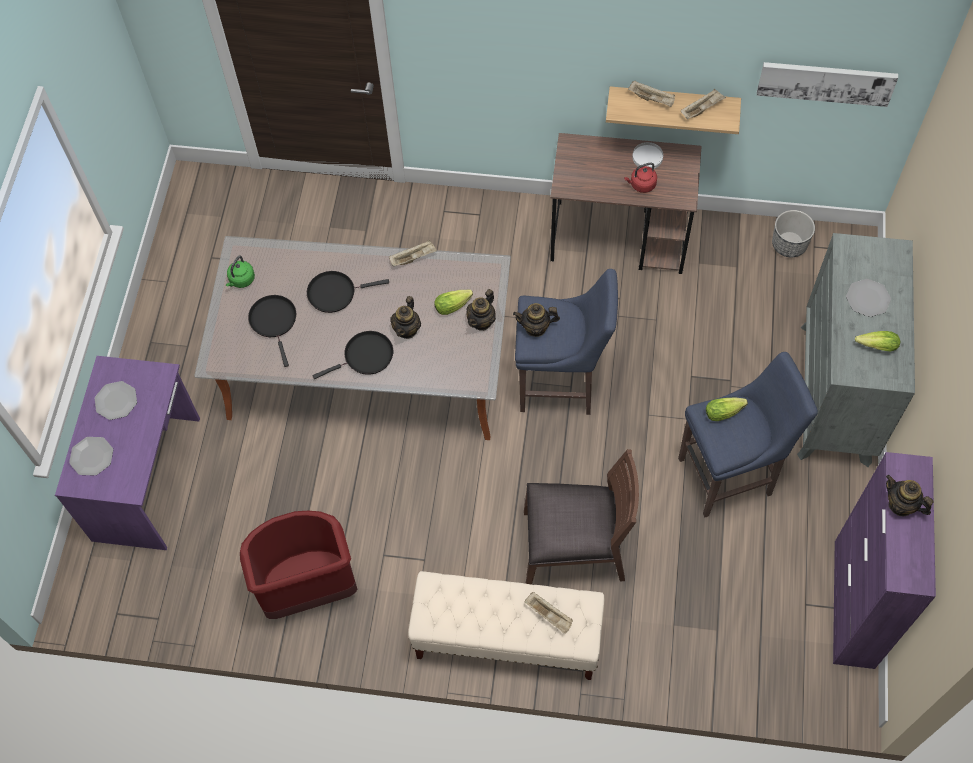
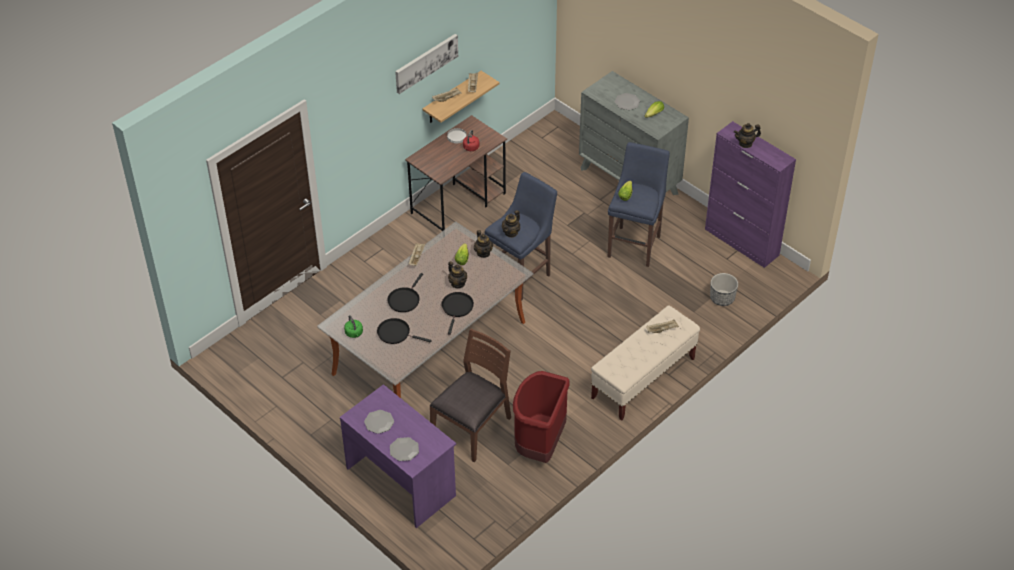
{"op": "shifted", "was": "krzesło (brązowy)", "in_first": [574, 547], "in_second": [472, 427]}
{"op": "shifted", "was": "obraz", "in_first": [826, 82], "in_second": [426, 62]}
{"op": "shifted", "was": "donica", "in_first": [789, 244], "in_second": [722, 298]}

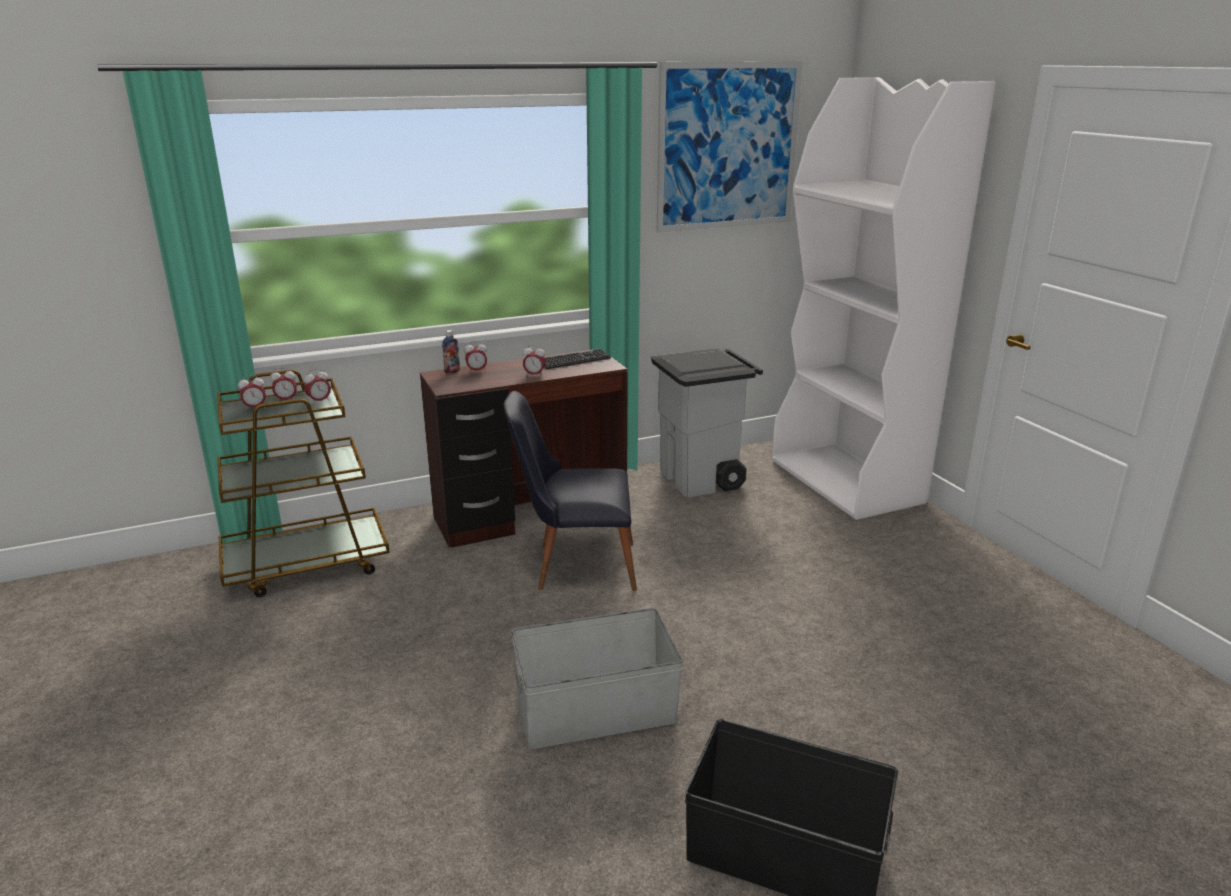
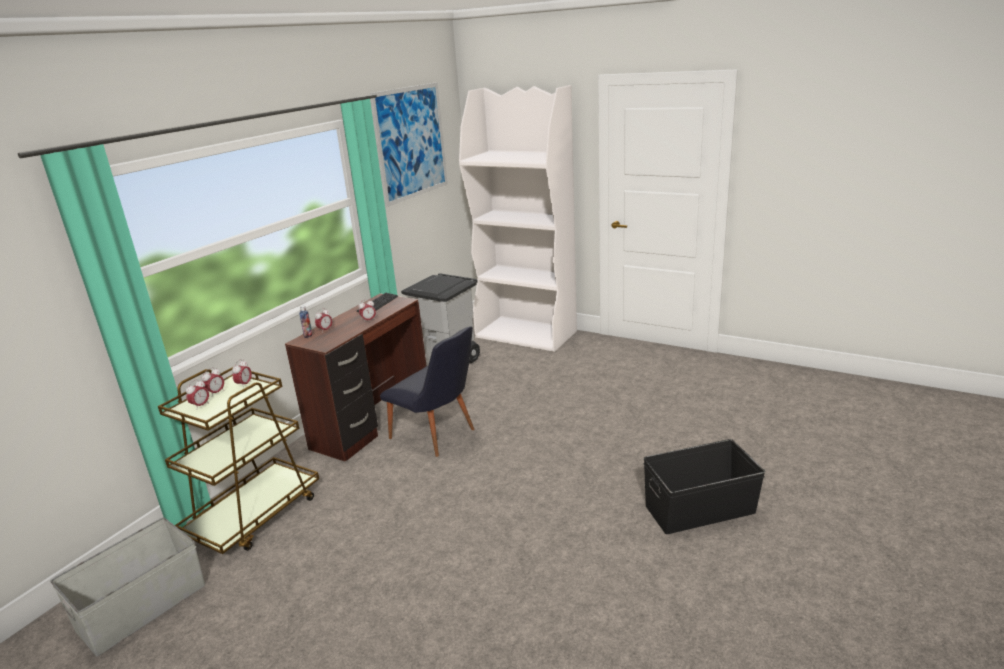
{"op": "rotated", "was": "krzesło (czarny)", "in_first": [574, 565], "in_second": [438, 436], "clockwise": -105}
{"op": "shifted", "was": "pojemnik do przechowywania (szary)", "in_first": [597, 713], "in_second": [143, 607]}

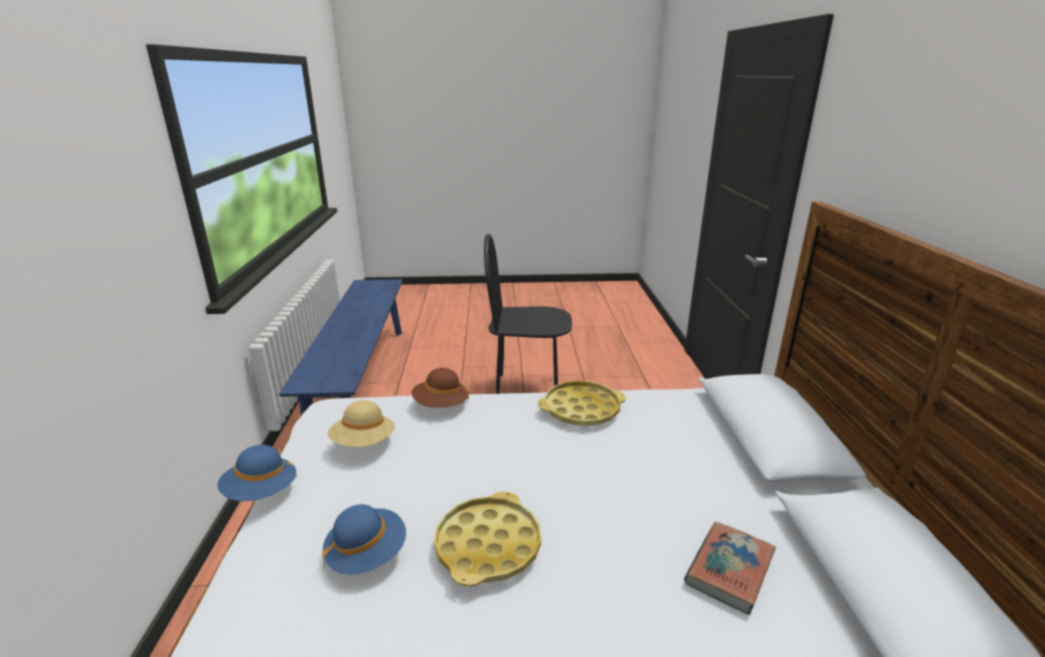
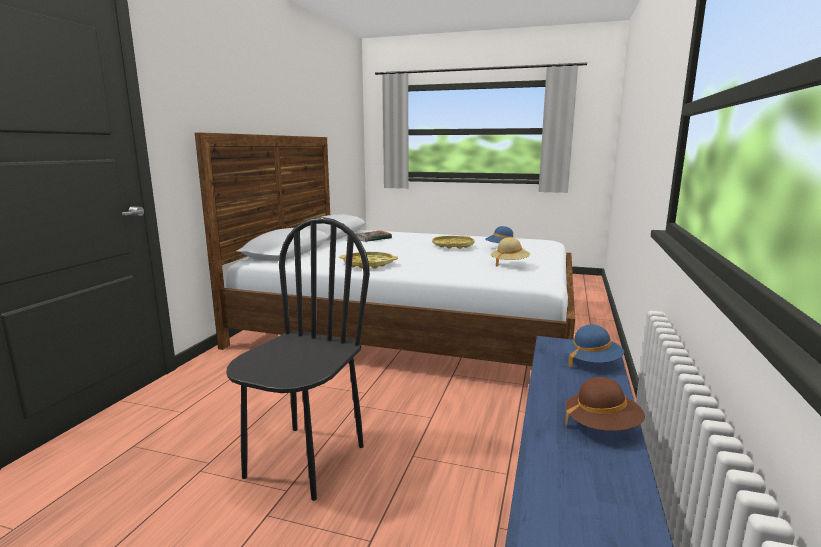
{"op": "shifted", "was": "kapelusz (niebieski)", "in_first": [261, 492], "in_second": [591, 362]}
{"op": "shifted", "was": "kapelusz (brązowy)", "in_first": [441, 405], "in_second": [602, 426]}
{"op": "rotated", "was": "krzesło (czarny)", "in_first": [527, 389], "in_second": [304, 461], "clockwise": -90}

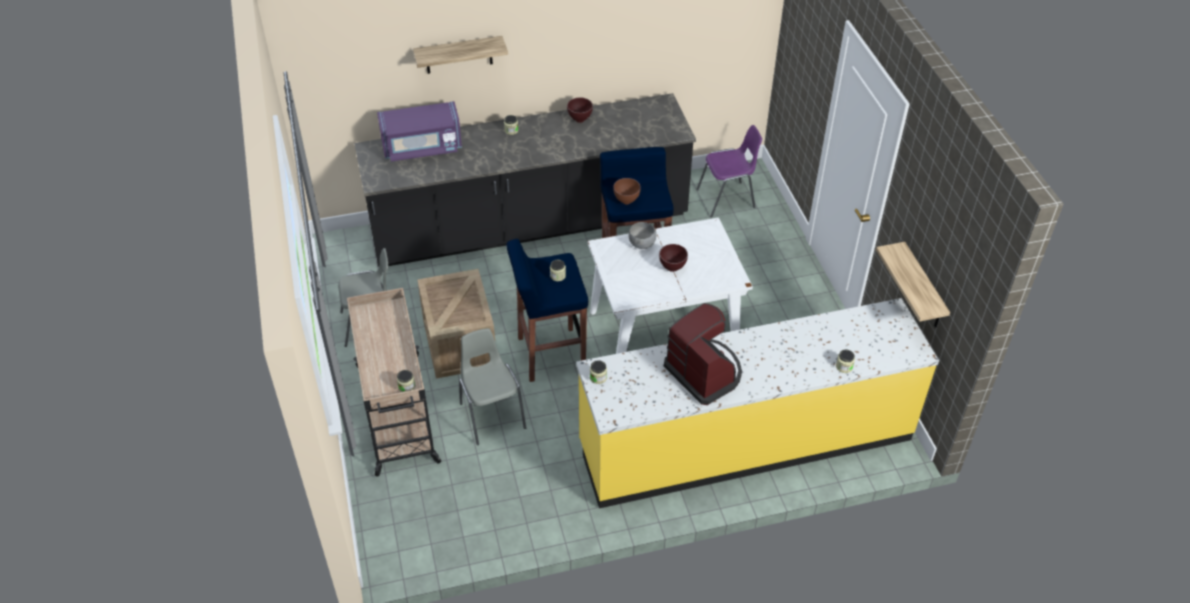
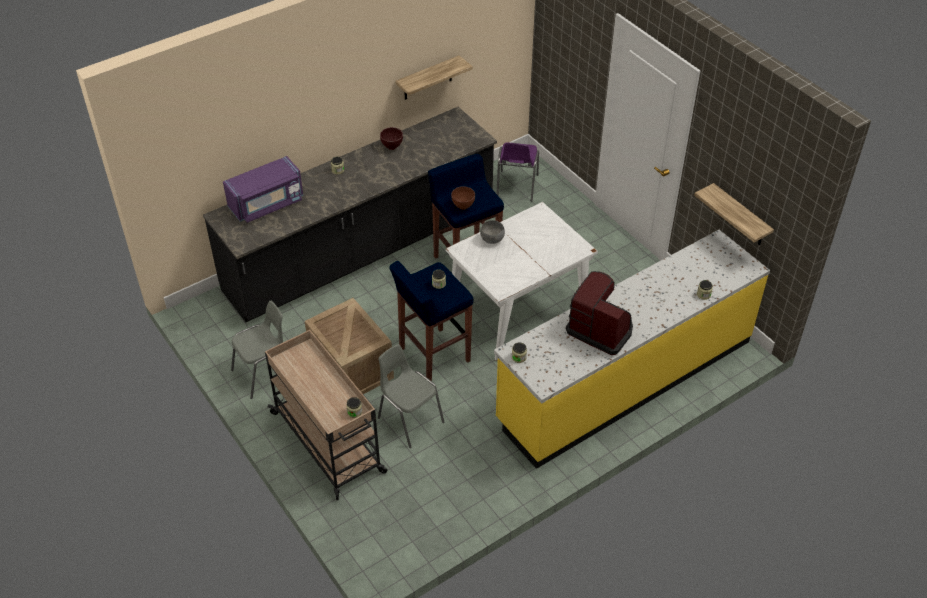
{"op": "shifted", "was": "półka", "in_first": [459, 55], "in_second": [427, 78]}
{"op": "gone", "was": "miska (brązowy)", "in_first": [672, 268]}
{"op": "rotated", "was": "krzesło (fioletowy)", "in_first": [727, 199], "in_second": [516, 187], "clockwise": 135}

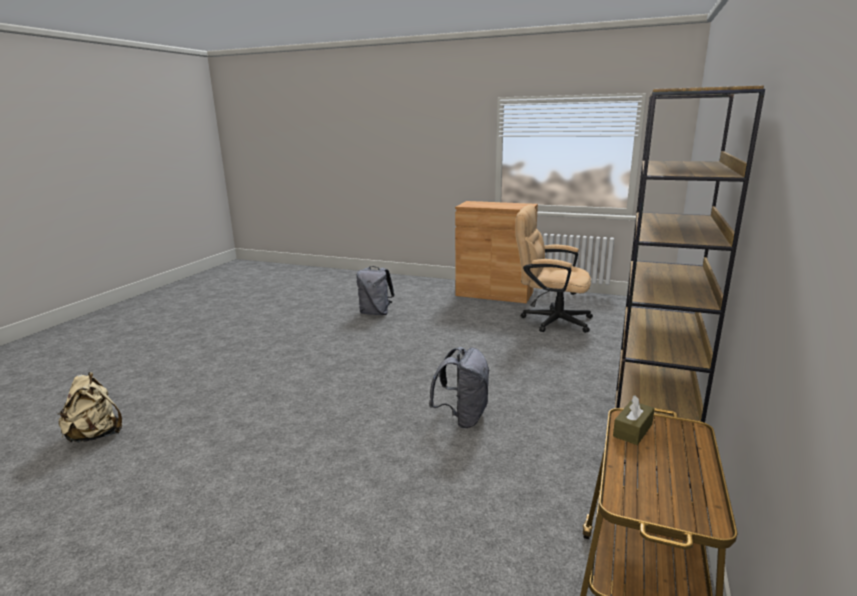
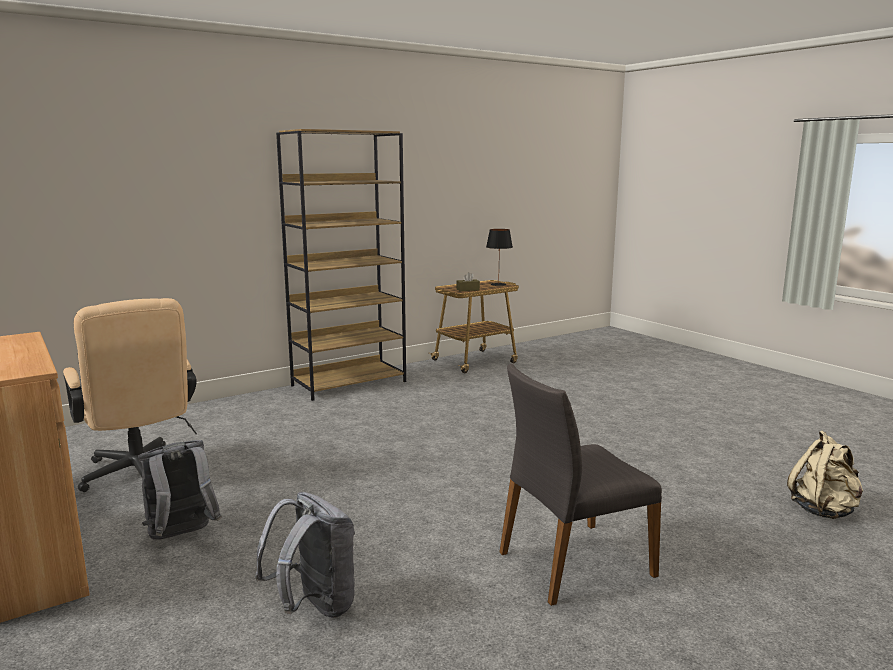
{"op": "shifted", "was": "plecak (szary)", "in_first": [462, 417], "in_second": [182, 536]}
{"op": "new", "now": "lampa stołowa (czarny)", "in_second": [498, 284]}
{"op": "new", "now": "krzesło (szary)", "in_second": [573, 563]}

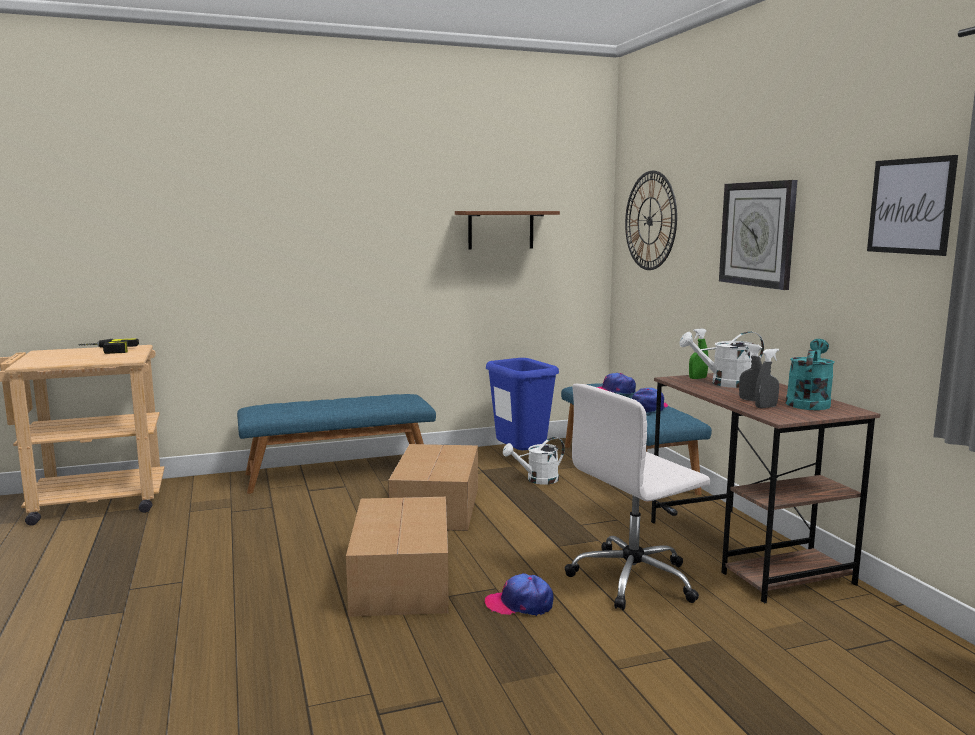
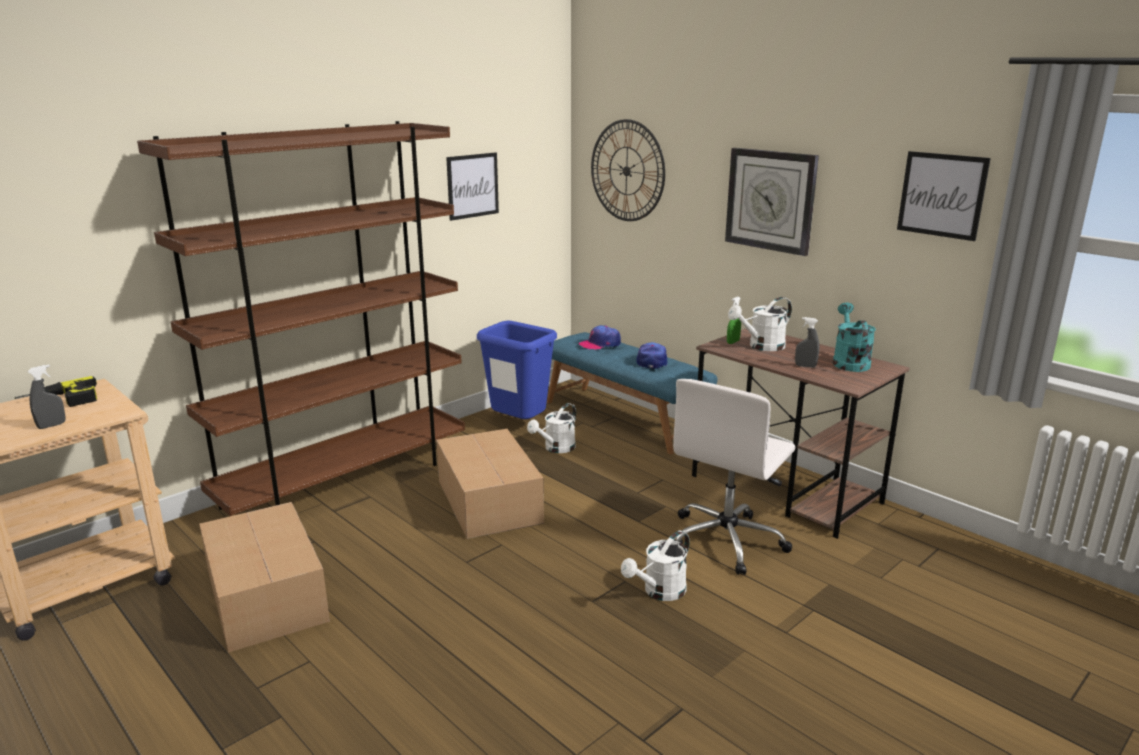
{"op": "swapped", "was": "ławka (niebieski)", "now": "regał (brązowy)", "in_first": [339, 473], "in_second": [346, 480]}
{"op": "shifted", "was": "karton", "in_first": [400, 580], "in_second": [265, 597]}
{"op": "swapped", "was": "półka (brązowy)", "now": "obraz", "in_first": [501, 230], "in_second": [472, 186]}
{"op": "swapped", "was": "czapka z daszkiem", "now": "konewka (biały)", "in_first": [519, 604], "in_second": [659, 592]}
{"op": "shifted", "was": "spryskiwacz (szary)", "in_first": [766, 407], "in_second": [51, 425]}

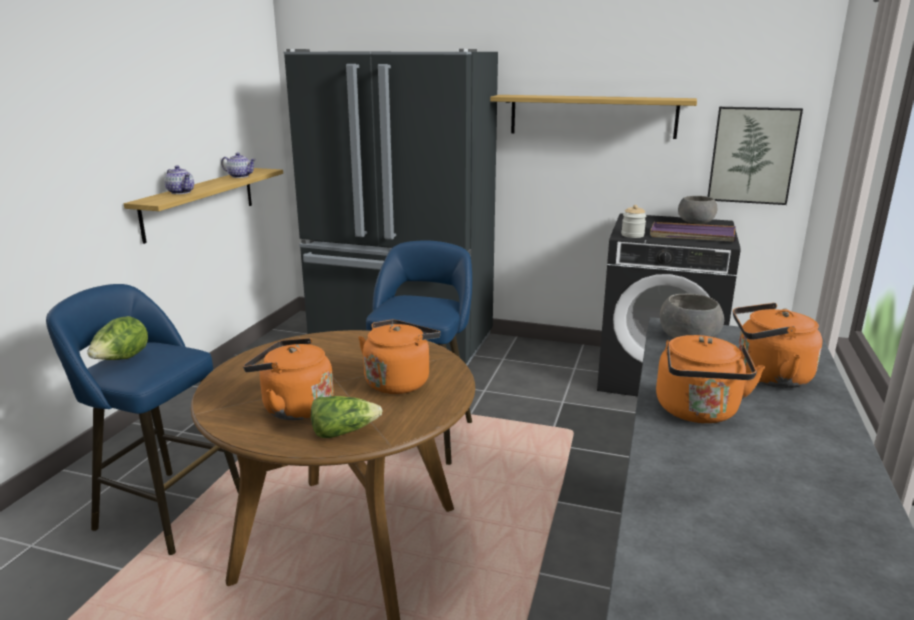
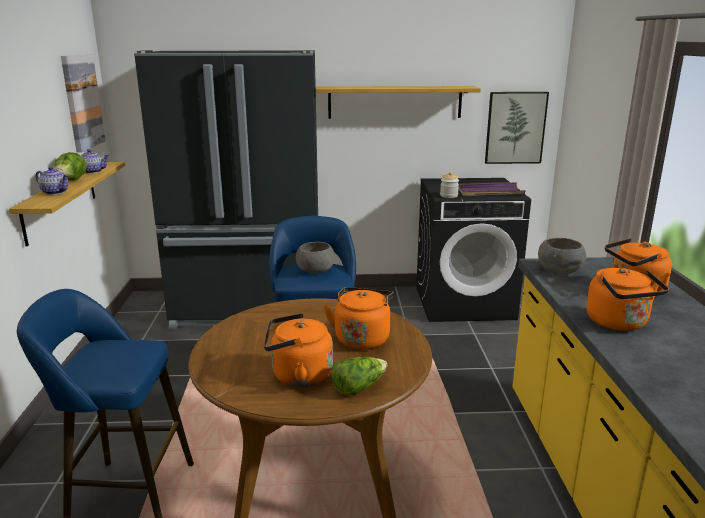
{"op": "shifted", "was": "sałata", "in_first": [121, 360], "in_second": [71, 181]}
{"op": "shifted", "was": "miska (szary)", "in_first": [695, 222], "in_second": [315, 270]}
{"op": "new", "now": "obraz", "in_second": [82, 101]}

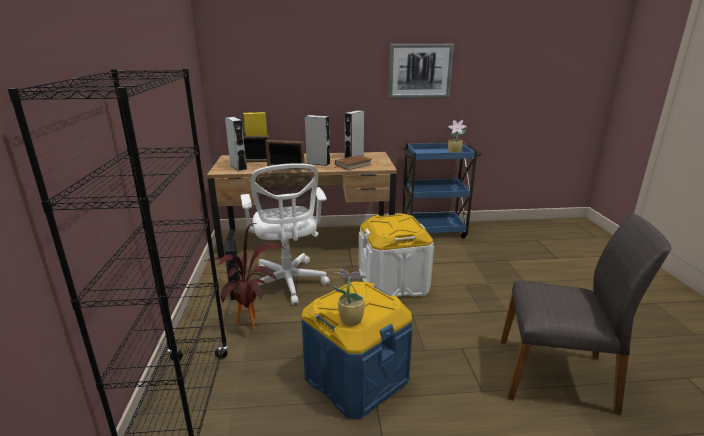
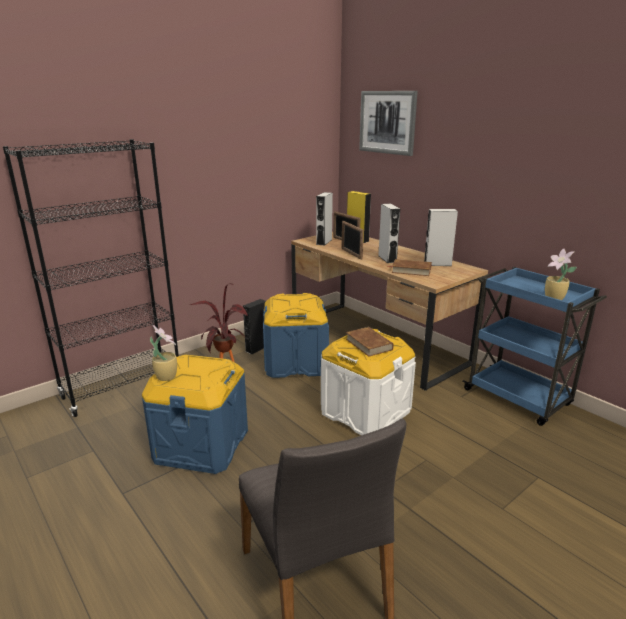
{"op": "swapped", "was": "krzesło biurowe (biały)", "now": "pojemnik do przechowywania (niebieski)", "in_first": [288, 284], "in_second": [295, 363]}
{"op": "shifted", "was": "obraz", "in_first": [420, 71], "in_second": [387, 122]}
{"op": "new", "now": "książka (brązowy)", "in_second": [369, 344]}

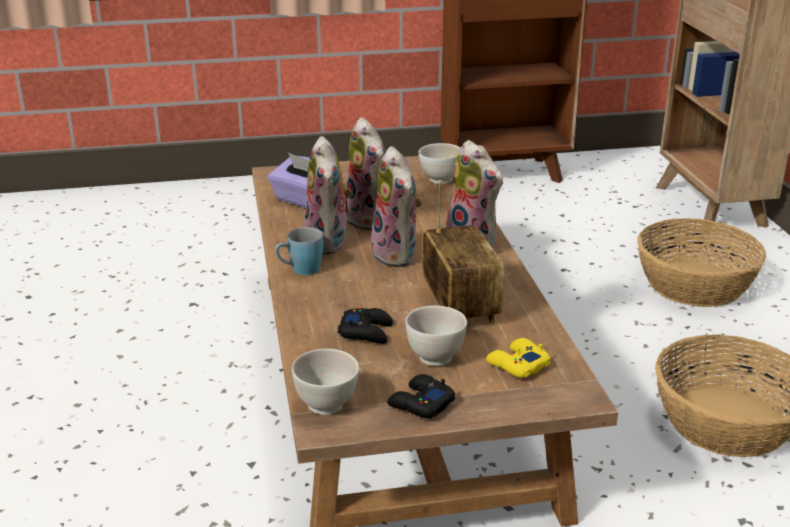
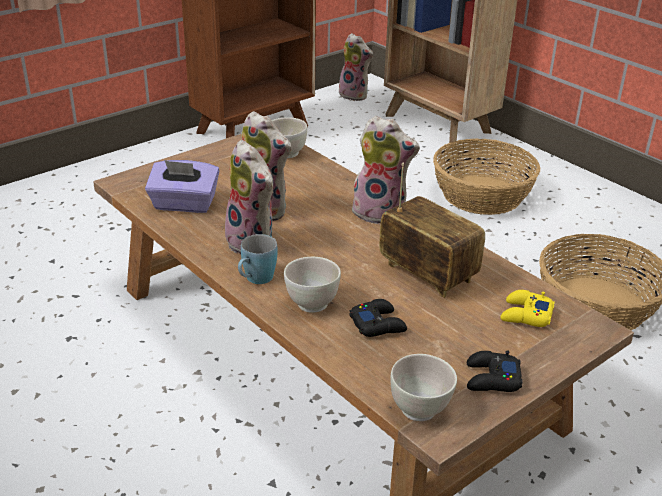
{"op": "shifted", "was": "pluszak", "in_first": [398, 255], "in_second": [355, 95]}
{"op": "shifted", "was": "miska (biały)", "in_first": [435, 357], "in_second": [311, 304]}

